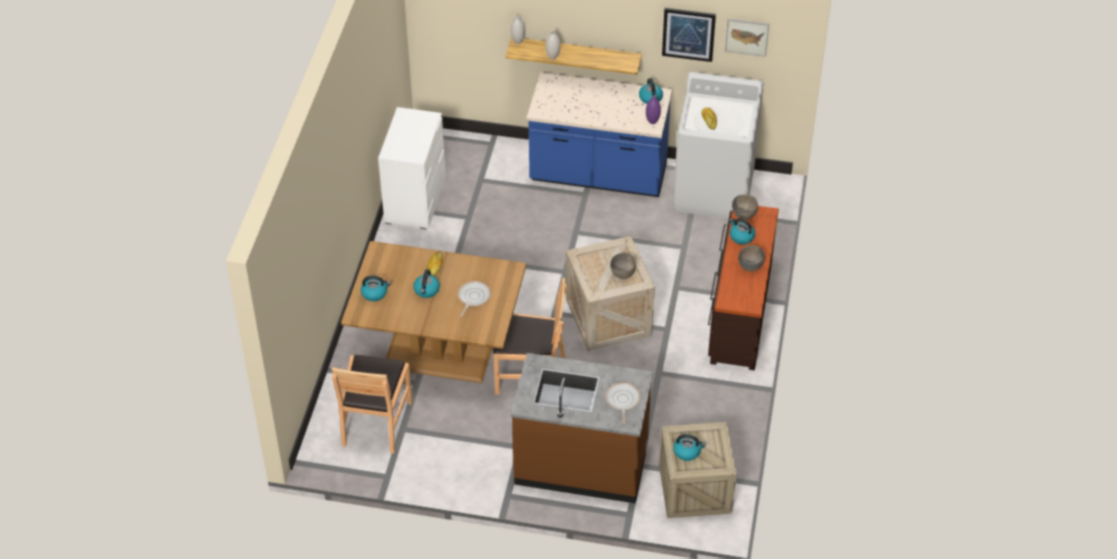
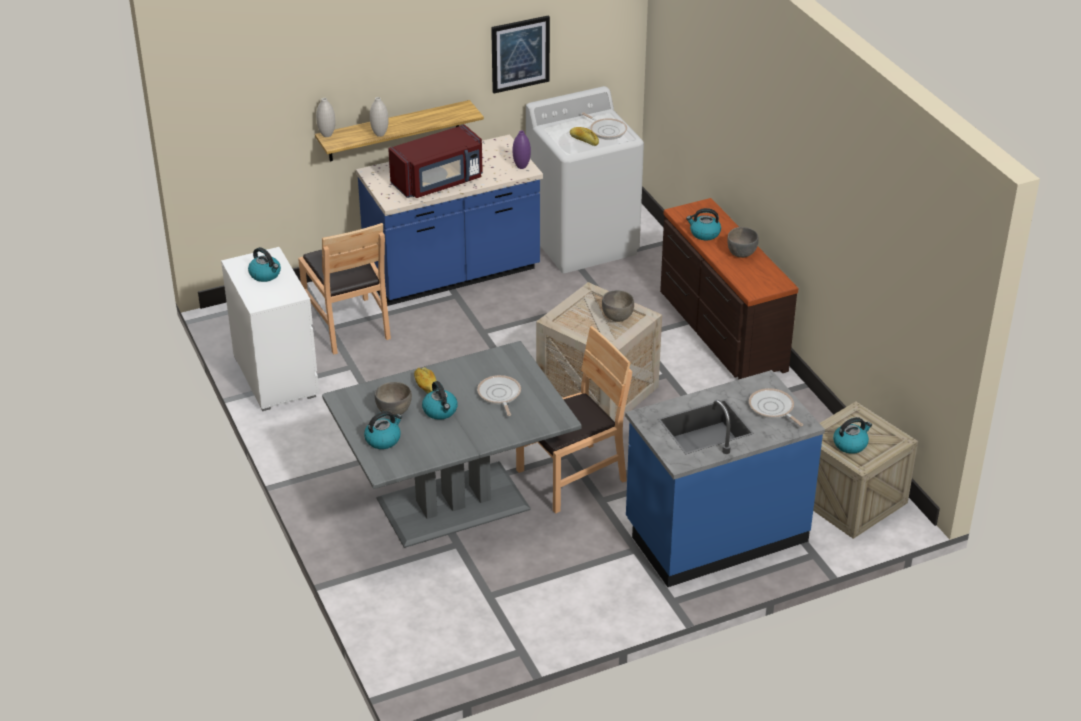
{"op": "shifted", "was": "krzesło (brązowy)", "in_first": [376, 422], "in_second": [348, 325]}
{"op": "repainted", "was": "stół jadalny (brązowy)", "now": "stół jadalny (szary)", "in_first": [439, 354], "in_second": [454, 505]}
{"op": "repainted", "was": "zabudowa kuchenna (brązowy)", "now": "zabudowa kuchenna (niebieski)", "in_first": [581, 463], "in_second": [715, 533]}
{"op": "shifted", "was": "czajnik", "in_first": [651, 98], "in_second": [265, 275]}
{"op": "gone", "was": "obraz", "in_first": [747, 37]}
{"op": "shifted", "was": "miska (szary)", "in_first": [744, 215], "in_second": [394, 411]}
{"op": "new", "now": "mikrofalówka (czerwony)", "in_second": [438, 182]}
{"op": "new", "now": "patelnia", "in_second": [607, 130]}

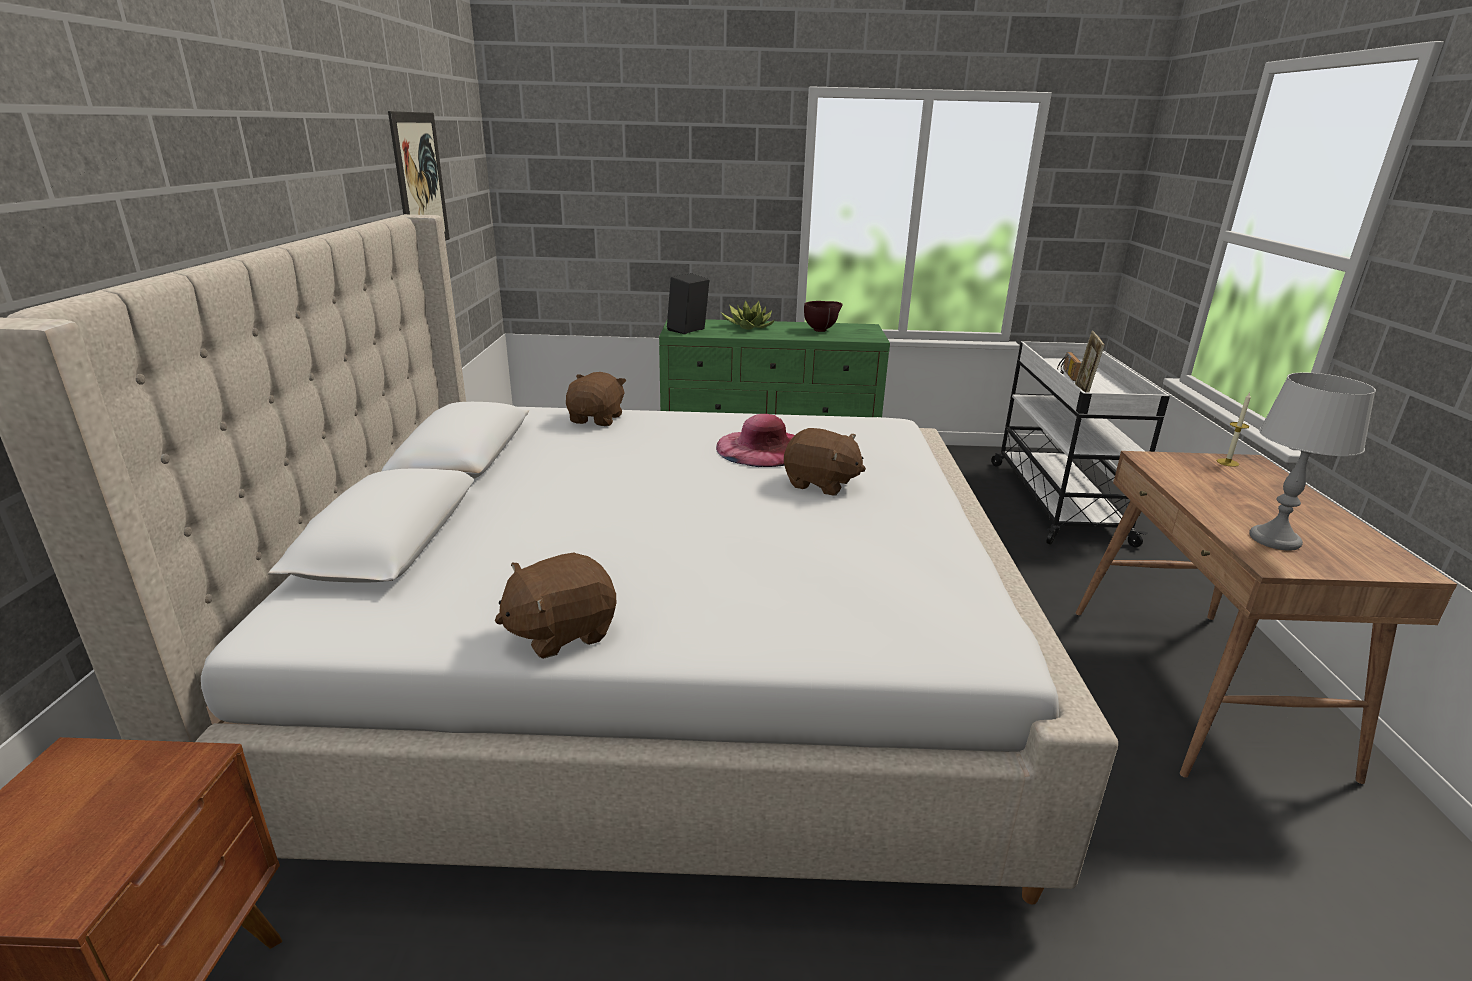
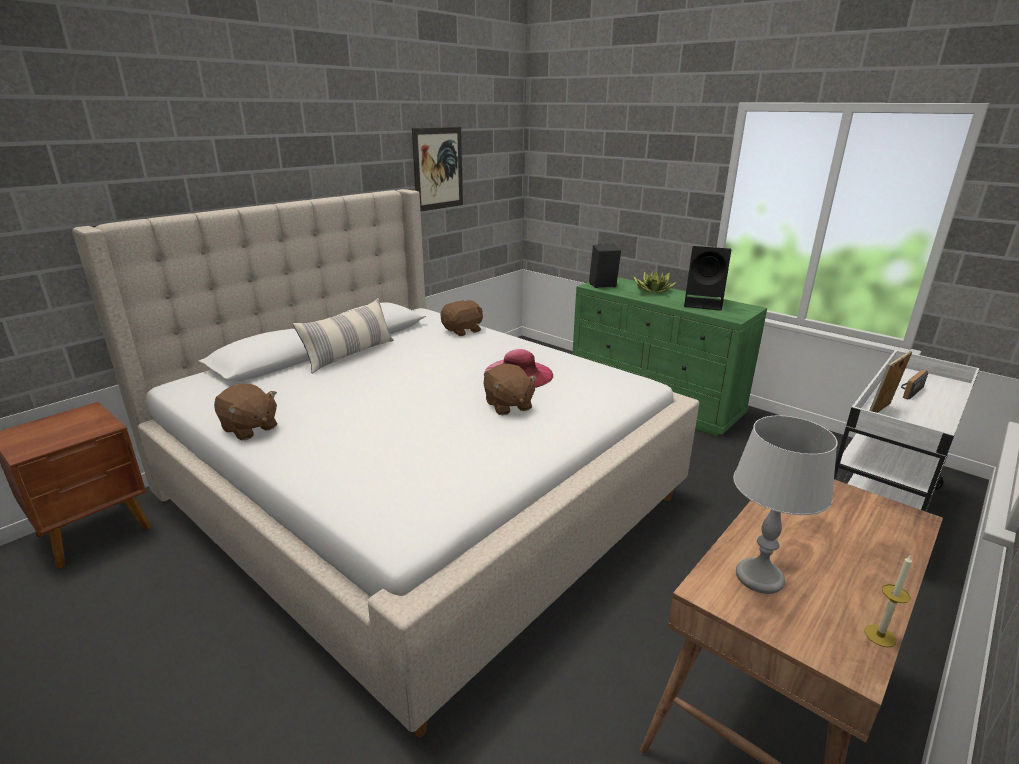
{"op": "rotated", "was": "pluszak (brązowy)", "in_first": [561, 632], "in_second": [249, 428], "clockwise": -150}
{"op": "swapped", "was": "miska (brązowy)", "now": "głośnik (czarny)", "in_first": [821, 330], "in_second": [704, 303]}
{"op": "shifted", "was": "świeca", "in_first": [1227, 462], "in_second": [880, 635]}
{"op": "new", "now": "poduszka", "in_second": [350, 355]}

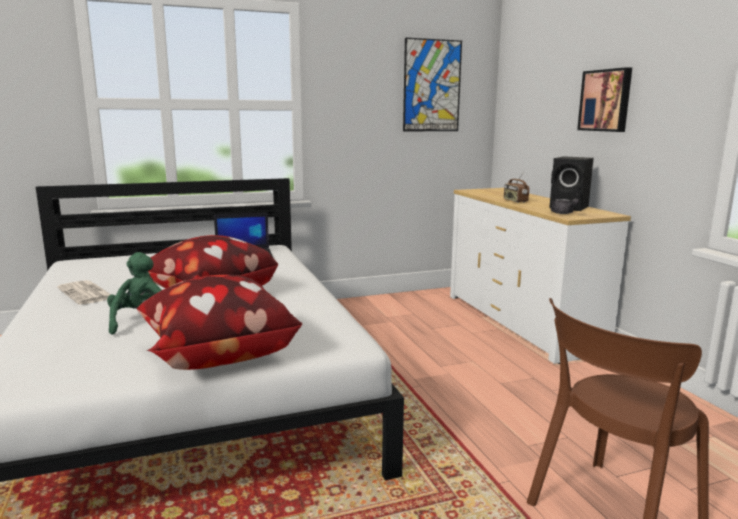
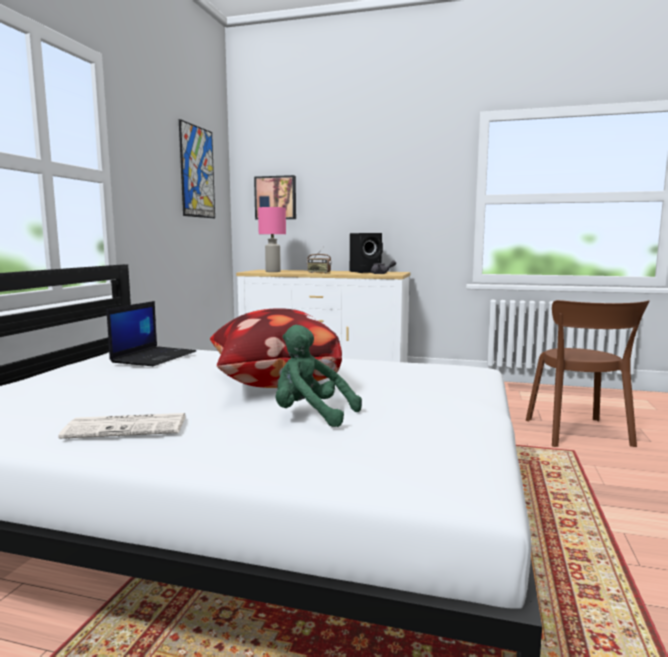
{"op": "gone", "was": "poduszka", "in_first": [217, 355]}
{"op": "shifted", "was": "obraz", "in_first": [606, 100], "in_second": [276, 198]}
{"op": "new", "now": "lampa stołowa (różowy)", "in_second": [273, 271]}

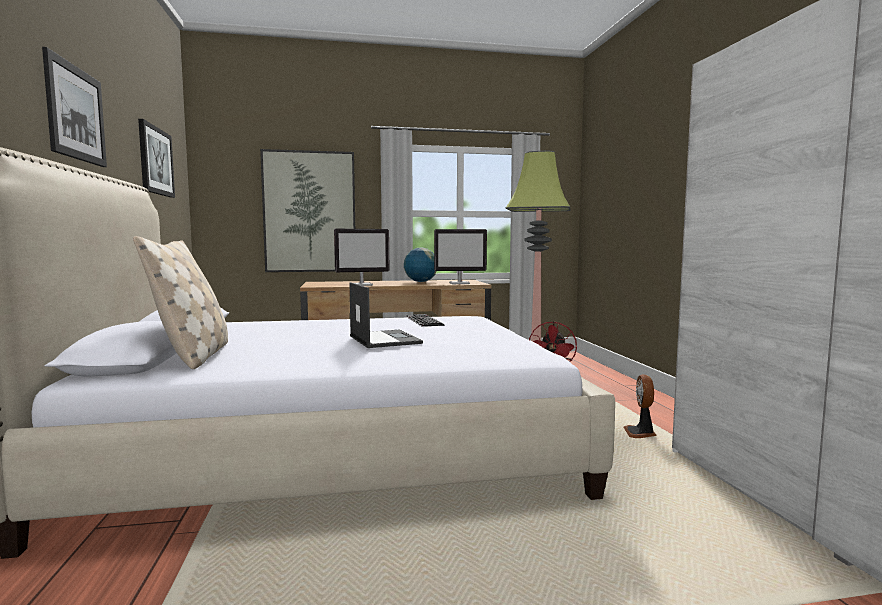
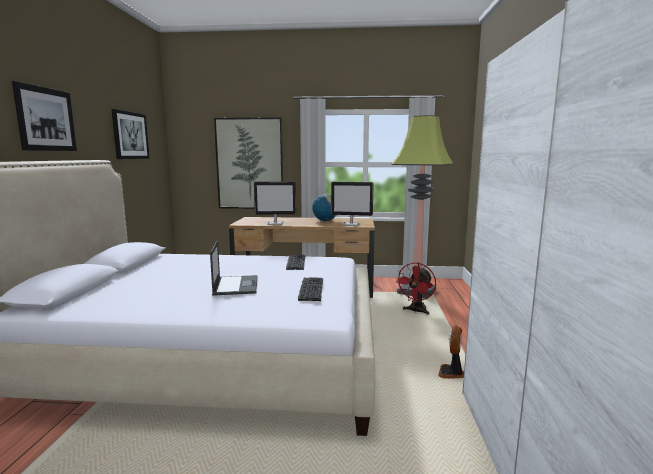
{"op": "gone", "was": "poduszka (beżowy)", "in_first": [194, 356]}
{"op": "new", "now": "klawiatura", "in_second": [310, 289]}

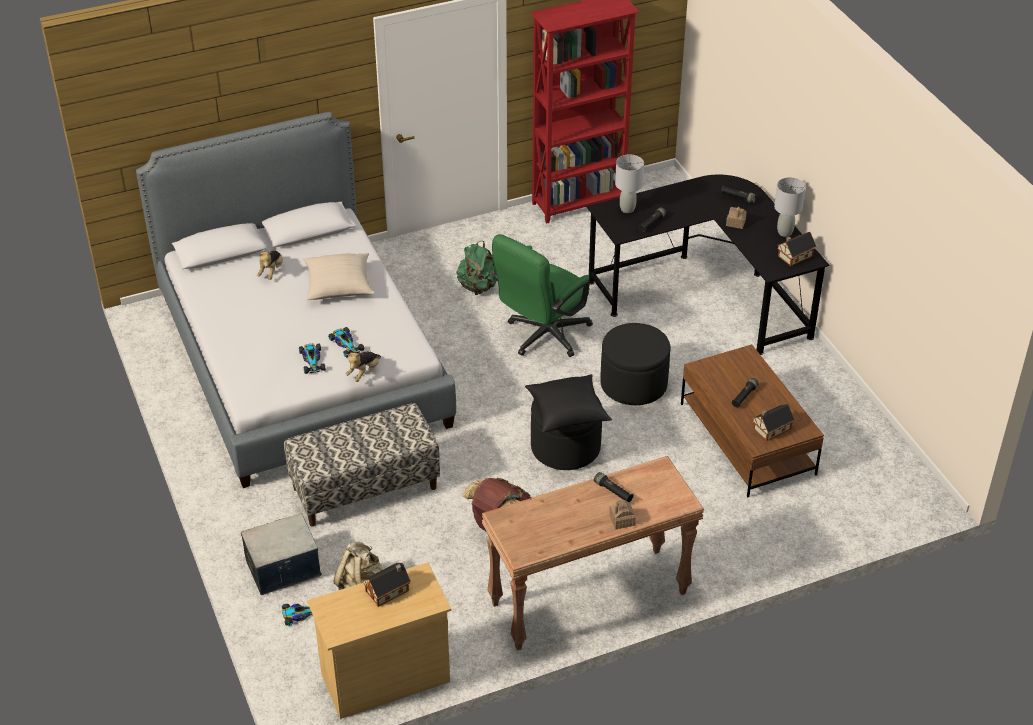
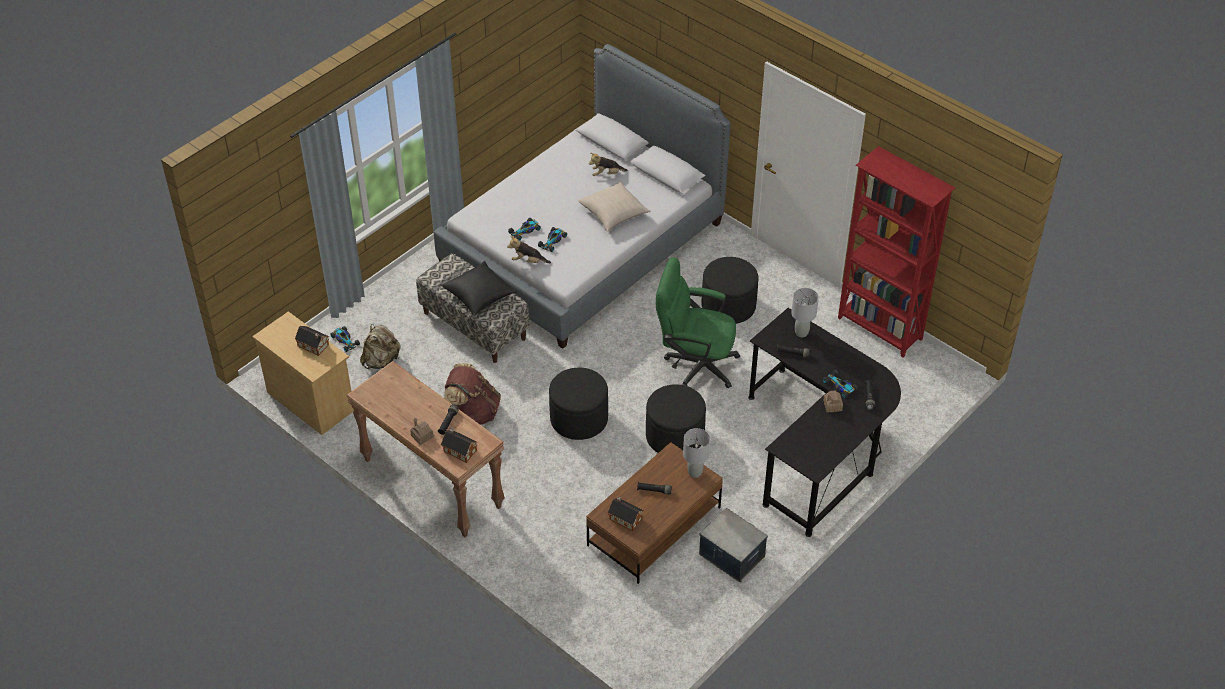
{"op": "shifted", "was": "pojemnik do przechowywania", "in_first": [283, 569], "in_second": [731, 556]}
{"op": "swapped", "was": "plecak (zielony)", "now": "pufa (czarny)", "in_first": [478, 287], "in_second": [728, 306]}
{"op": "shifted", "was": "poduszka (czarny)", "in_first": [567, 412], "in_second": [479, 295]}
{"op": "shifted", "was": "lampa stołowa (szary)", "in_first": [785, 232], "in_second": [695, 473]}
{"op": "shifted", "was": "domek", "in_first": [794, 256], "in_second": [459, 450]}
{"op": "new", "now": "samochodzik", "in_second": [840, 386]}

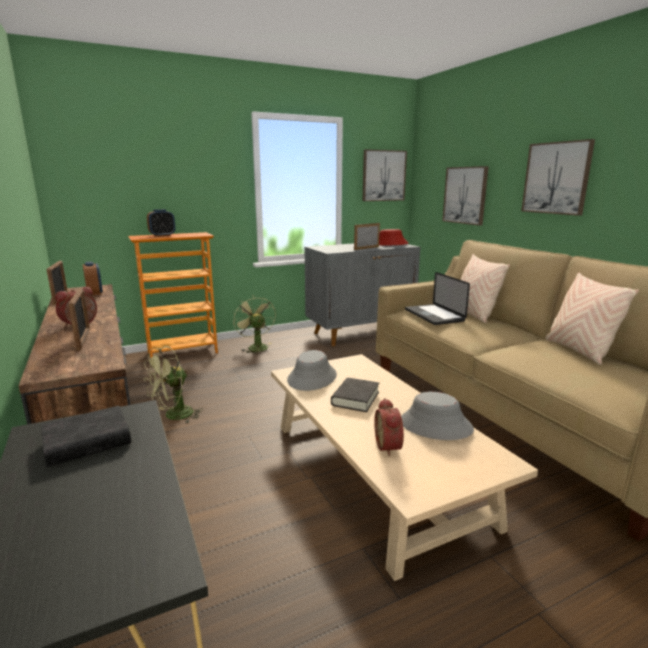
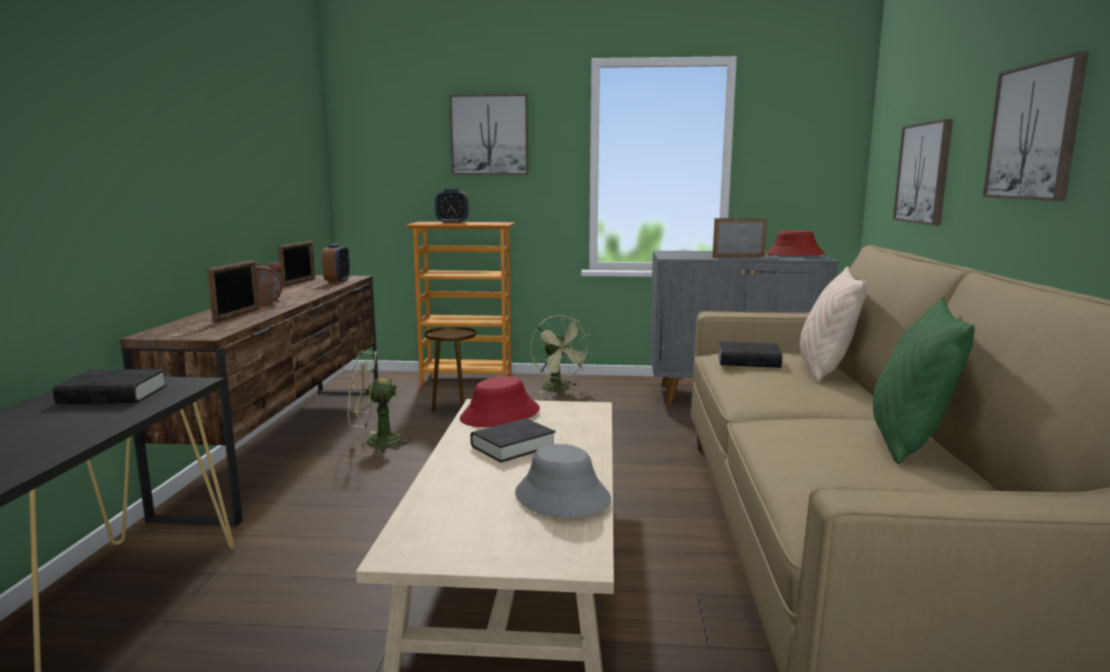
{"op": "rotated", "was": "wentylator (zielony)", "in_first": [255, 347], "in_second": [560, 388], "clockwise": 150}
{"op": "repainted", "was": "kapelusz (szary)", "now": "kapelusz (czerwony)", "in_first": [312, 378], "in_second": [500, 415]}
{"op": "shifted", "was": "obraz", "in_first": [383, 175], "in_second": [489, 135]}
{"op": "gone", "was": "budzik", "in_first": [390, 446]}
{"op": "swapped", "was": "laptop", "now": "książka (czarny)", "in_first": [434, 315], "in_second": [748, 361]}
{"op": "repainted", "was": "poduszka (beżowy)", "now": "poduszka (zielony)", "in_first": [579, 351], "in_second": [907, 442]}
{"op": "new", "now": "stolik (brązowy)", "in_second": [453, 410]}

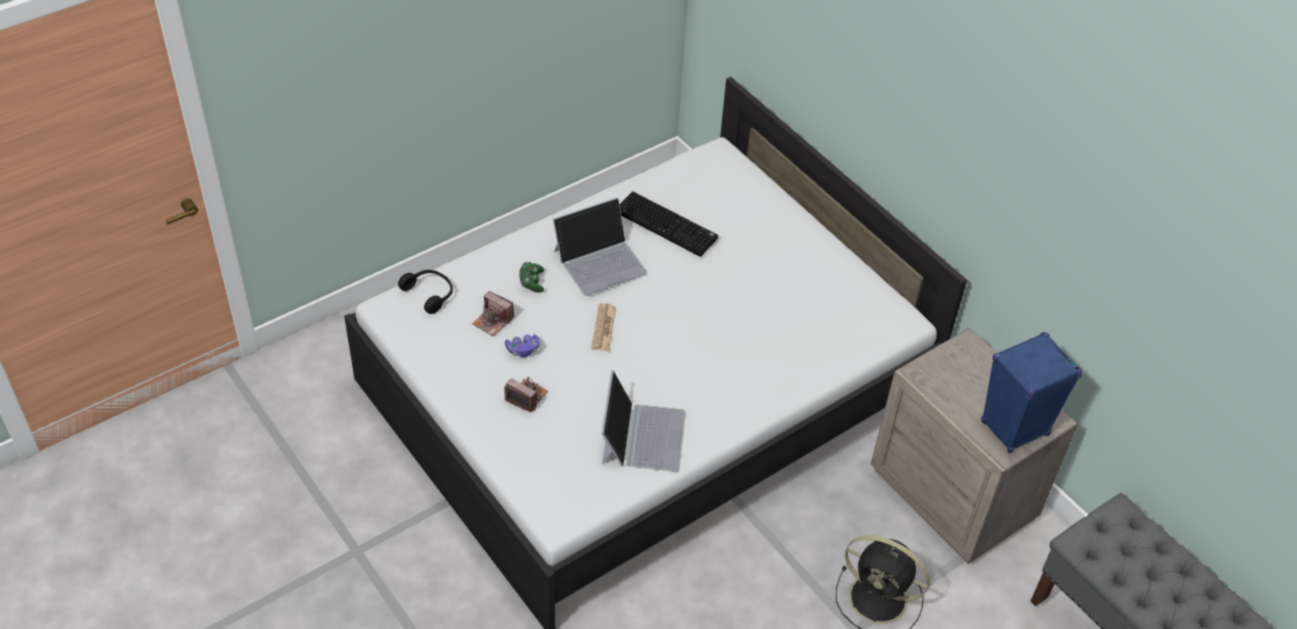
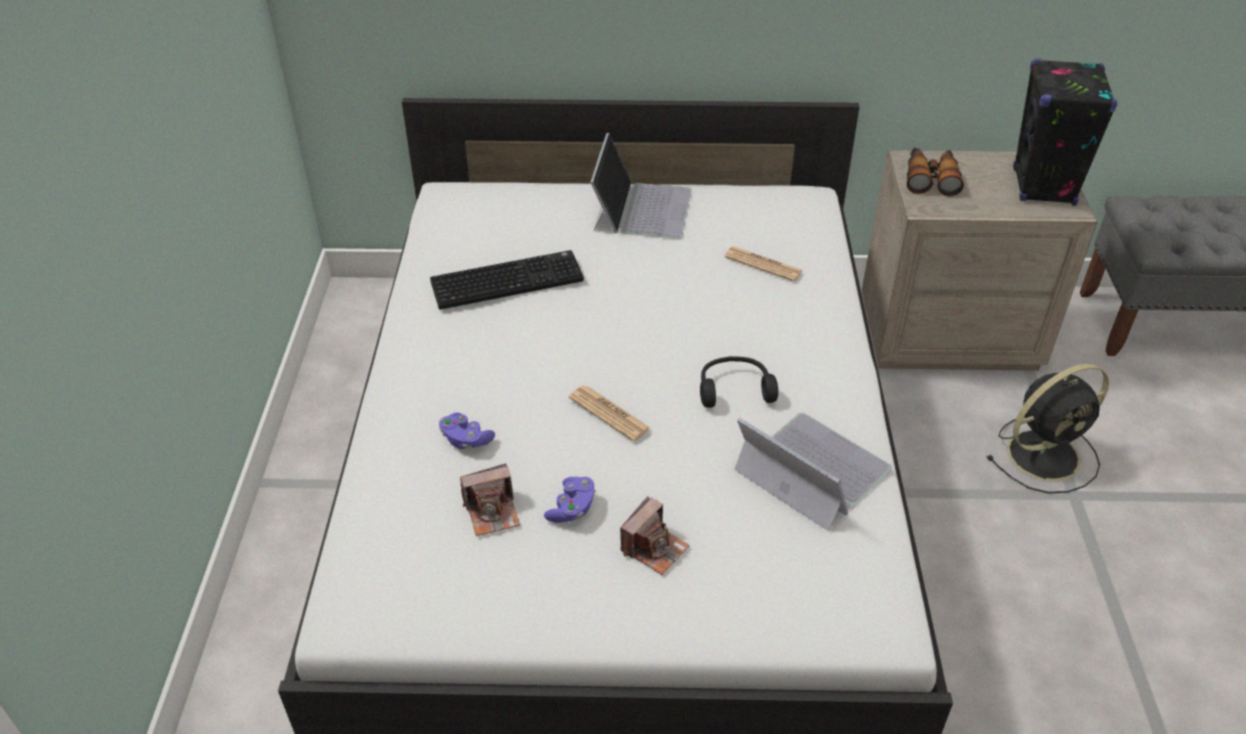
{"op": "shifted", "was": "słuchawki (czarny)", "in_first": [430, 294], "in_second": [734, 389]}
{"op": "rotated", "was": "aparat fotograficzny", "in_first": [526, 397], "in_second": [654, 548], "clockwise": 150}
{"op": "repainted", "was": "pad do gier (zielony)", "now": "pad do gier (fioletowy)", "in_first": [532, 282], "in_second": [466, 440]}
{"op": "shifted", "was": "laptop", "in_first": [600, 261], "in_second": [641, 208]}
{"op": "repainted", "was": "głośnik (niebieski)", "now": "głośnik (czarny)", "in_first": [1014, 428], "in_second": [1043, 187]}
{"op": "new", "now": "gazeta", "in_second": [763, 264]}
{"op": "new", "now": "lornetka", "in_second": [931, 178]}

